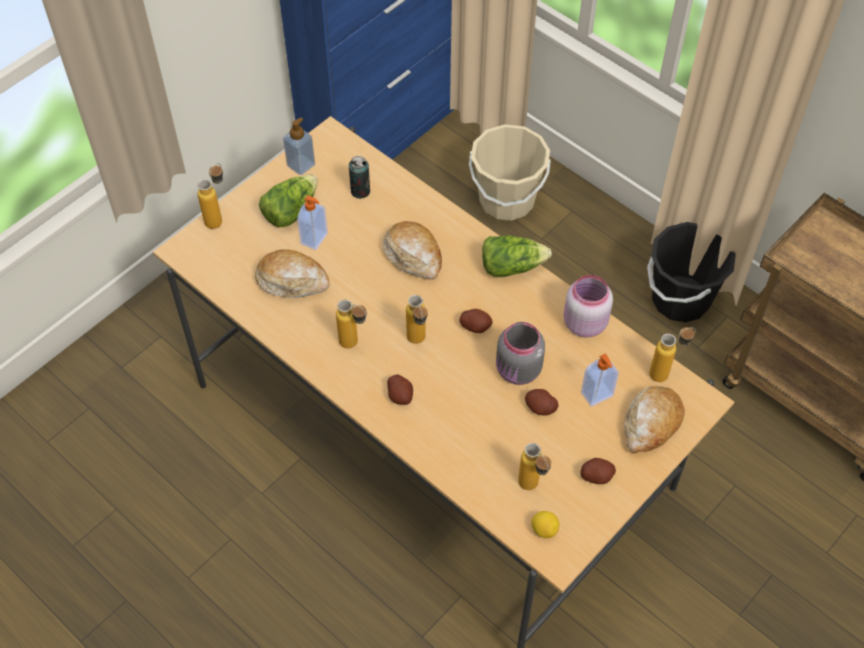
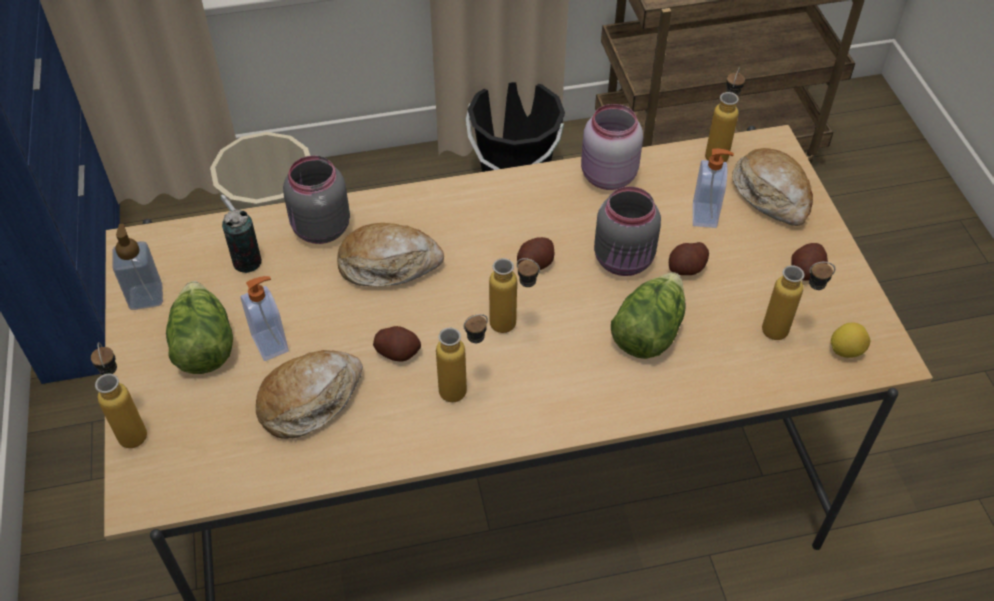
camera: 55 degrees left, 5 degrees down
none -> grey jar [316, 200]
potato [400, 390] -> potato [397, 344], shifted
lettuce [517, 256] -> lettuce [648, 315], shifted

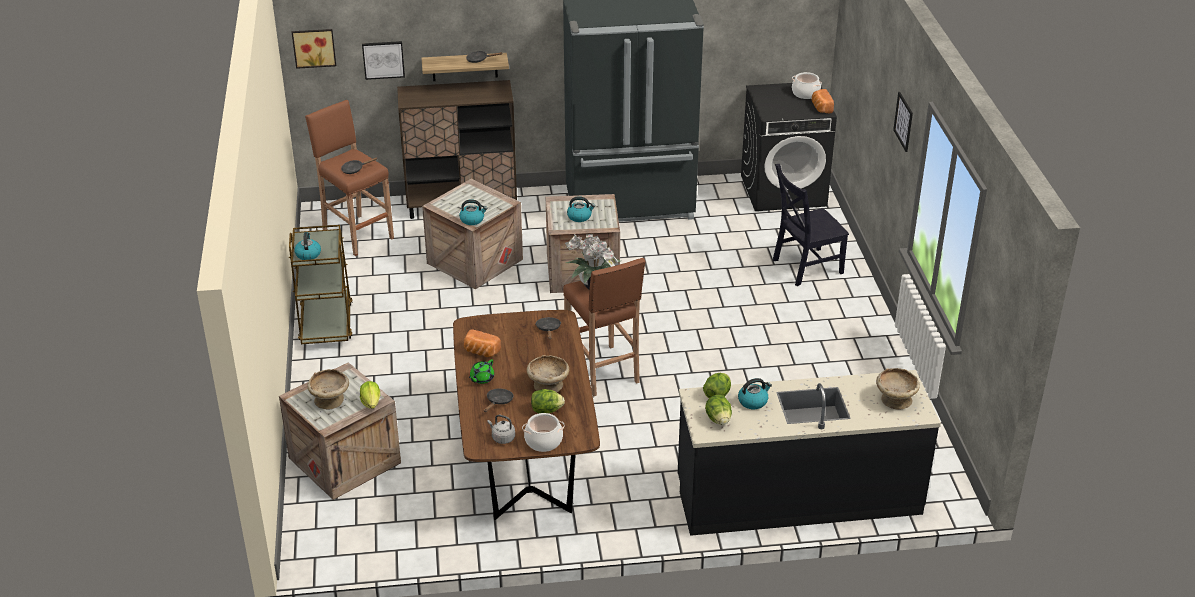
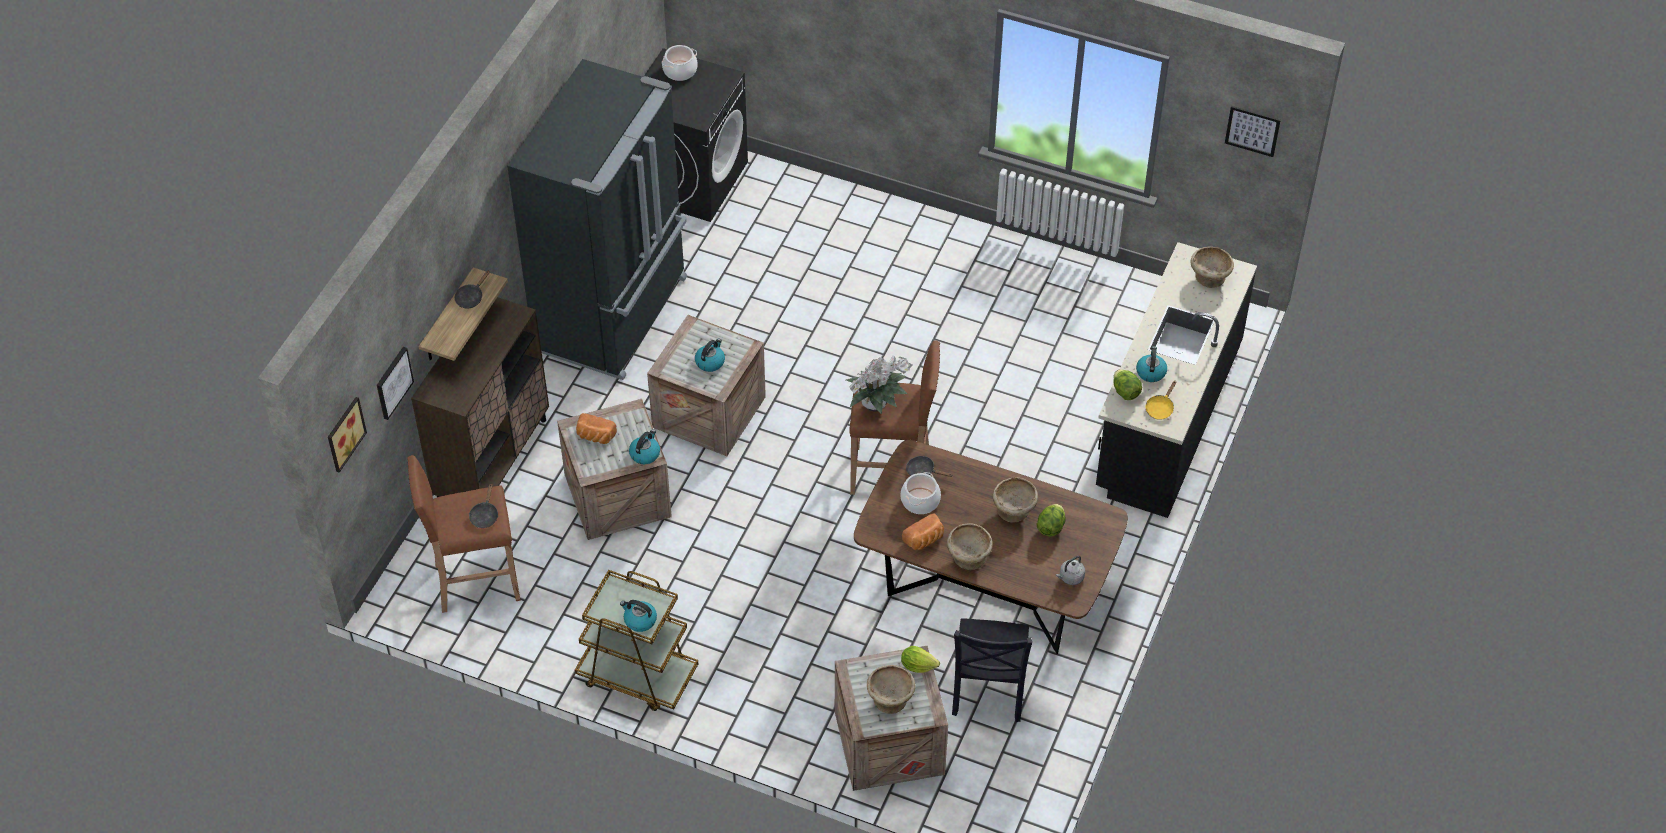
camera: 60 degrees left, 15 degrees up
black frying pan [499, 400] -> none
cooking pot [543, 432] -> cooking pot [920, 493], shifted
black chair [811, 225] -> black chair [992, 670], shifted
bread [823, 101] -> bread [596, 428], shifted
picture [903, 122] -> picture [1253, 131], shifted
green teapot [481, 371] -> beige bowl [970, 546]
lettuce [718, 410] -> yellow frying pan [1160, 400]

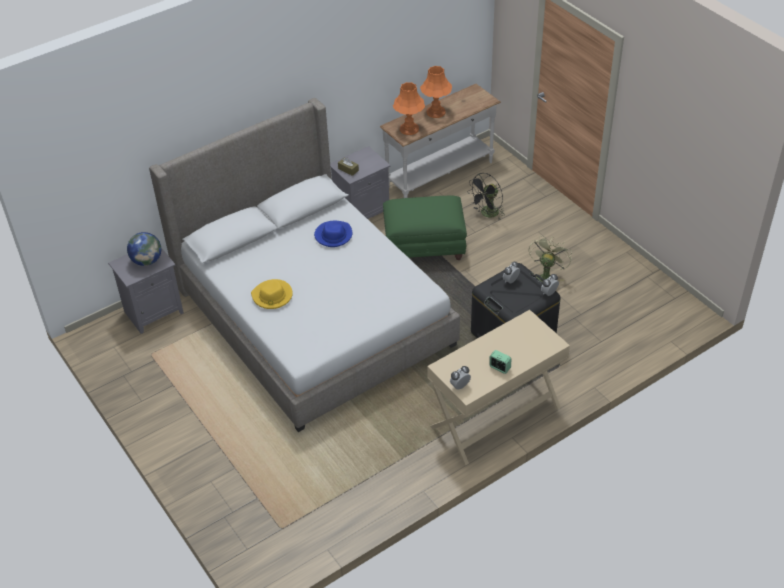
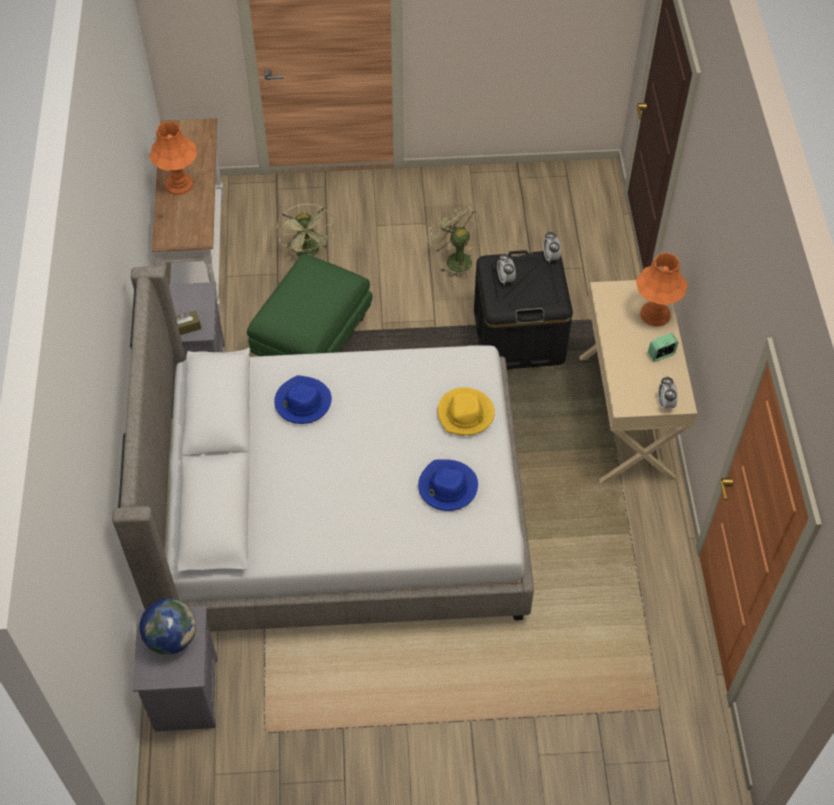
camera: 60 degrees left, 10 degrees up
none -> blue hat [448, 485]
yellow hat [272, 294] -> yellow hat [466, 411], shifted
orange table lamp [409, 108] -> orange table lamp [662, 289], shifted
black fan [486, 196] -> green fan [305, 232]

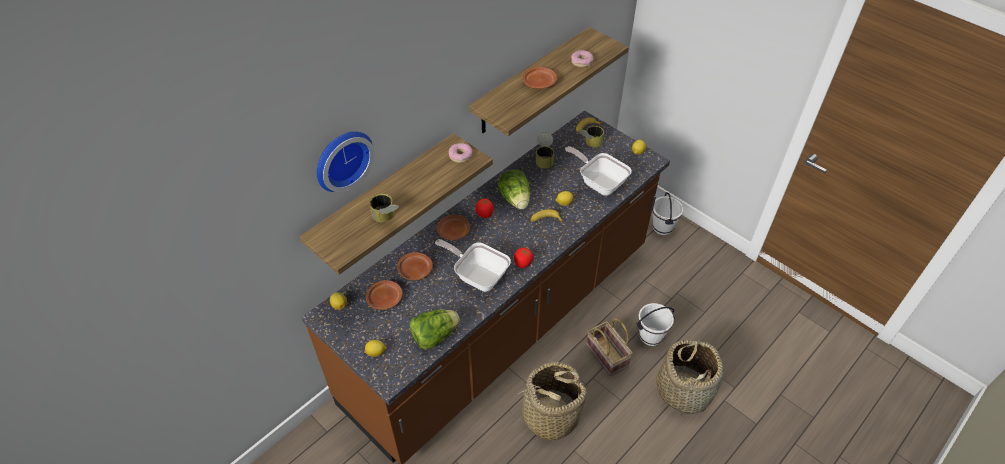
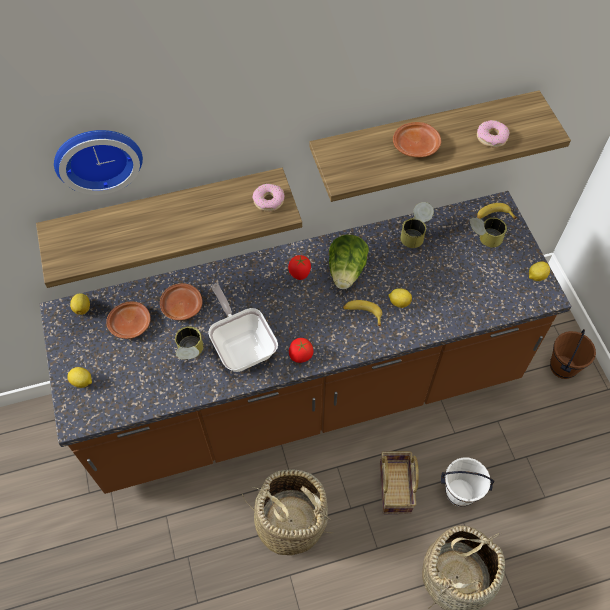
camera: 30 degrees right, 10 degrees up
lettuce [435, 329] -> none
brown plate [453, 227] -> none
frying pan [598, 171] -> none
can [384, 208] -> can [189, 342], shifted
white bucket [667, 213] -> brown bucket [573, 354]

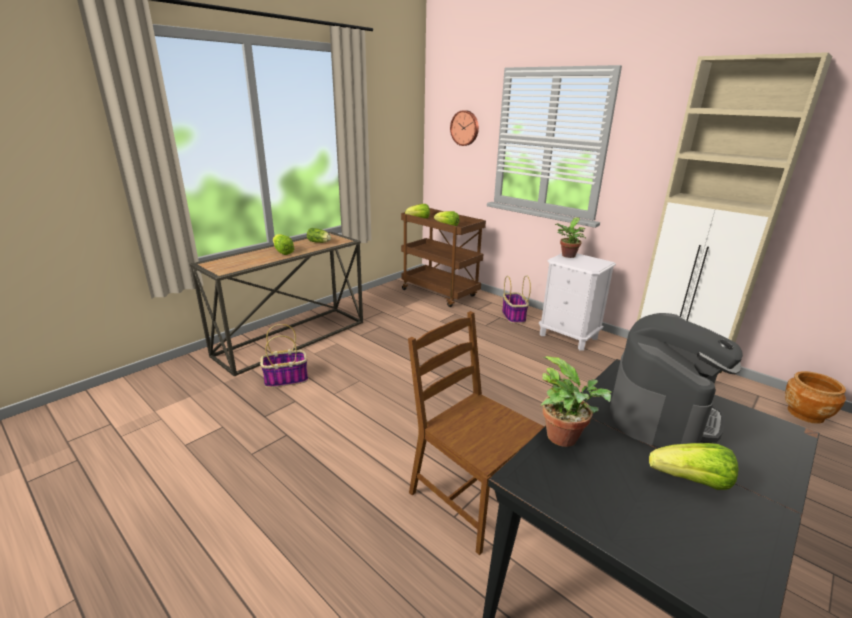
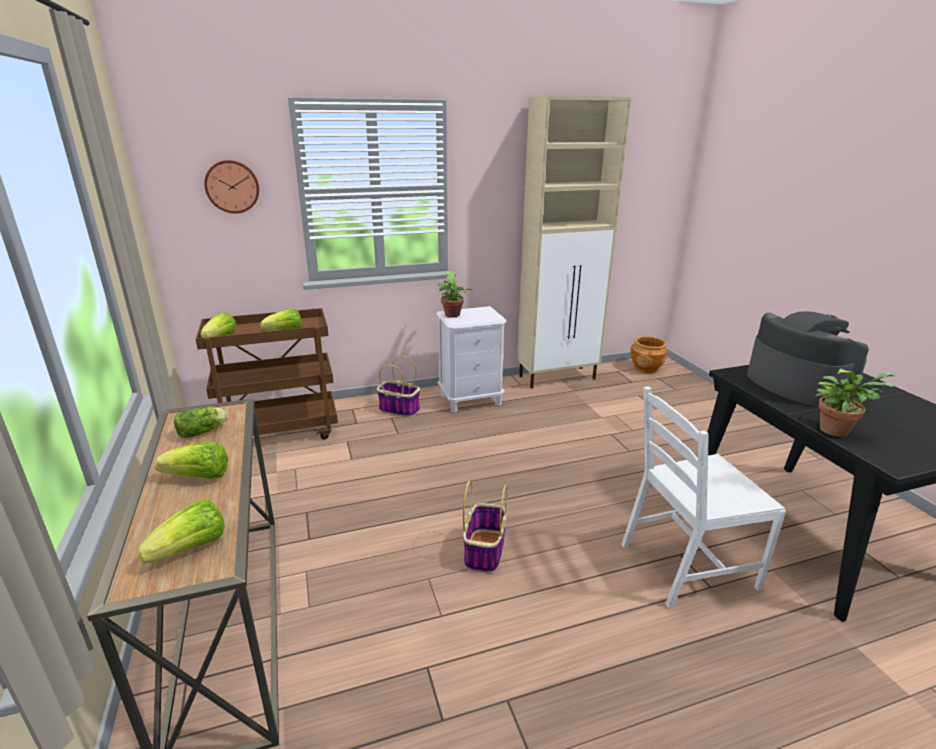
camera: 60 degrees left, 0 degrees up
basket [284, 356] -> basket [485, 526], shifted
lettuce [694, 466] -> lettuce [181, 532], shifted
brown chair [476, 433] -> white chair [703, 497]

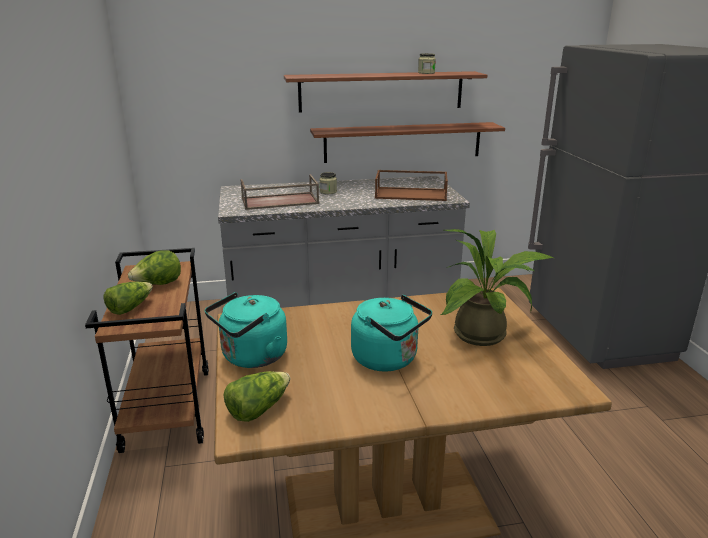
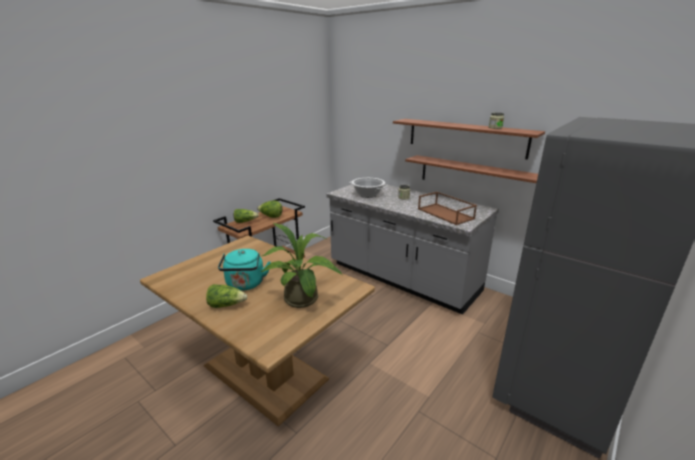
camera: 50 degrees right, 0 degrees up
turquoise kettle [246, 330] -> none
lettuce [257, 396] -> lettuce [226, 296], shifted
brown tray [279, 192] -> cooking pot [368, 188]

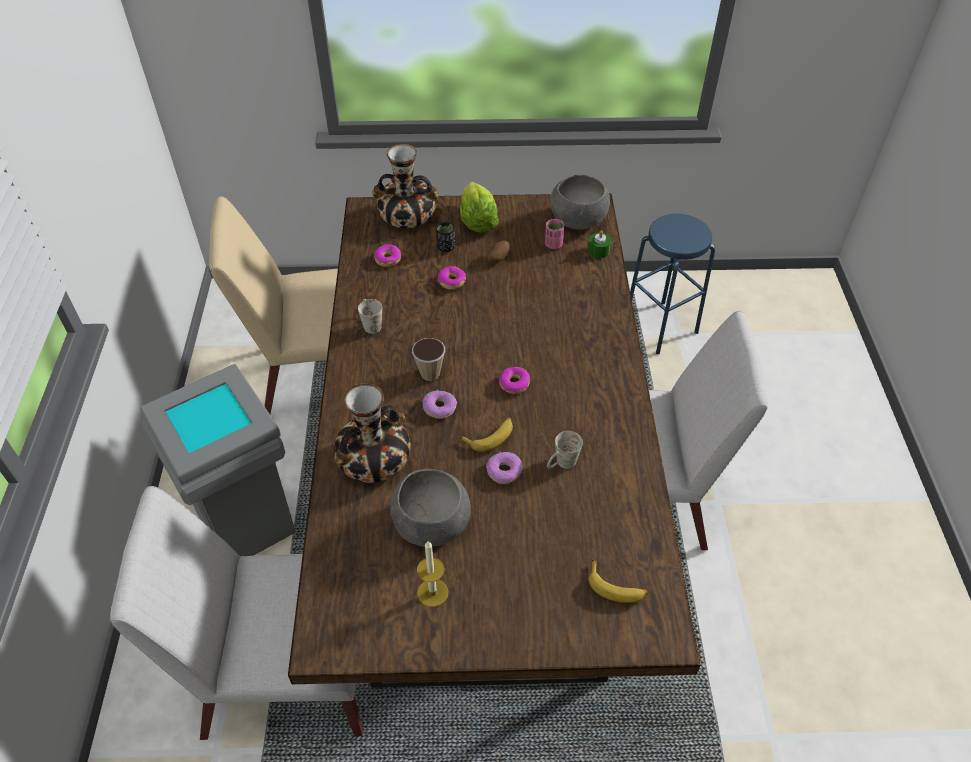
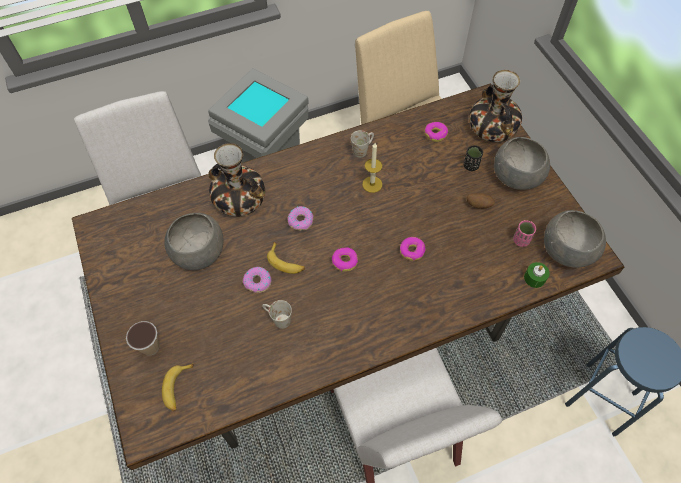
camera: 70 degrees right, 10 degrees up
cup [428, 359] -> cup [142, 338], shifted
candle [432, 574] -> candle [372, 168], shifted
donut [452, 278] -> donut [412, 249], shifted
lettuce [479, 207] -> grey bowl [522, 163]

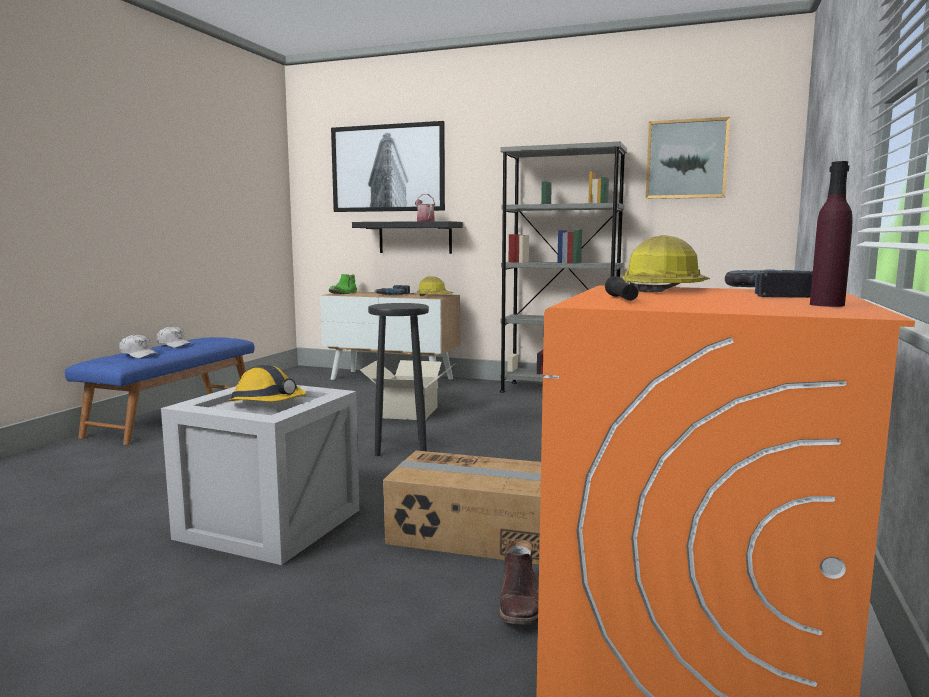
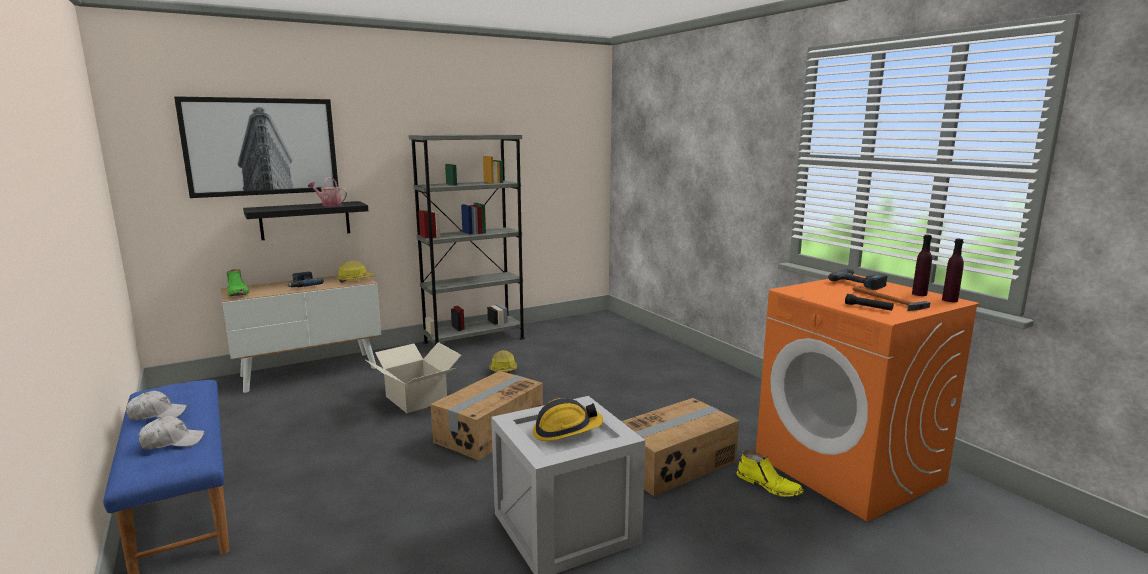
camera: 50 degrees left, 5 degrees up
picture [688, 158] -> none
none -> hammer [891, 298]
none -> purple bottle [953, 270]
hard hat [666, 264] -> hard hat [503, 361], shifted
black stool [398, 379] -> cardboard box [486, 415]
brown boot [519, 582] -> yellow boot [770, 473]

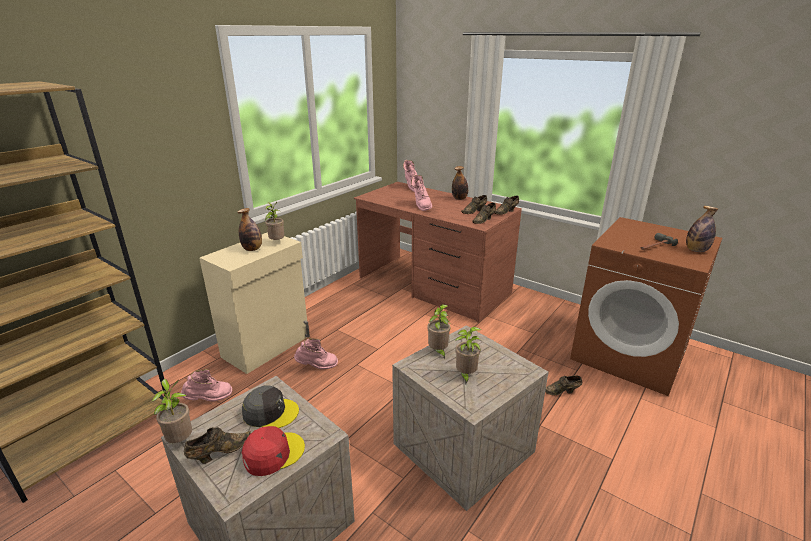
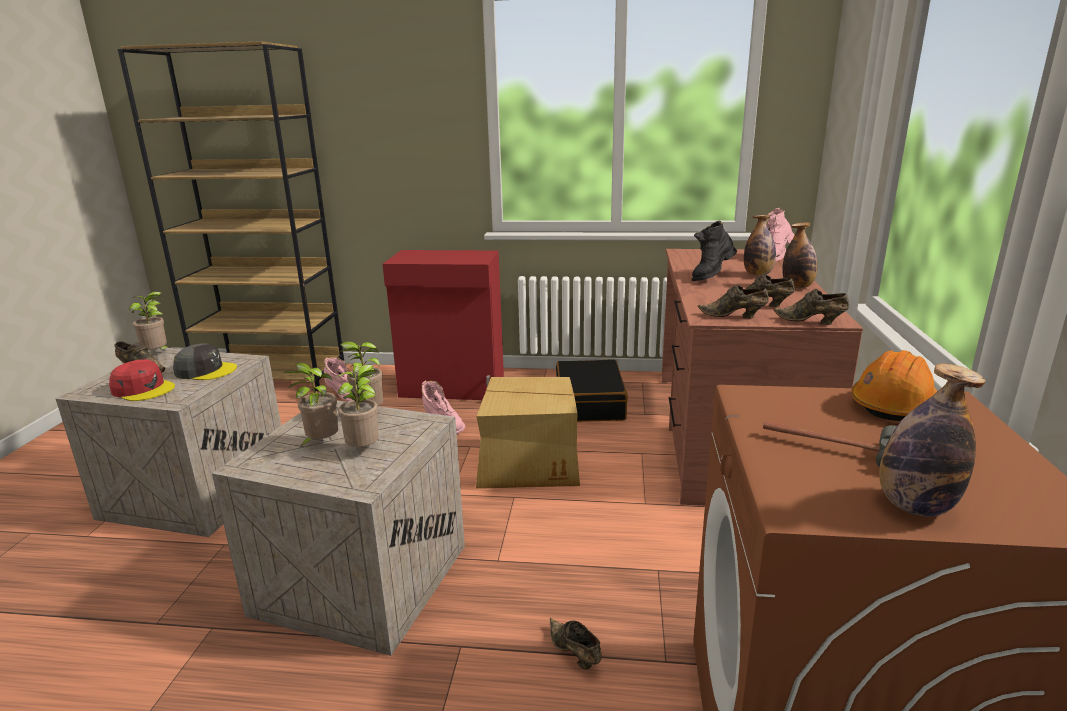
camera: 60 degrees right, 5 degrees down
none -> cardboard box [528, 433]
none -> black suitcase [592, 391]
none -> orange hard hat [894, 385]
bottle [249, 229] -> bottle [760, 245], shifted
potted plant [274, 221] -> potted plant [357, 405], shifted
beige cabinet [254, 303] -> red cabinet [443, 325]
pink boot [421, 192] -> black boot [714, 251]
grey cap [270, 406] -> grey cap [205, 361], 60 degrees counterclockwise

